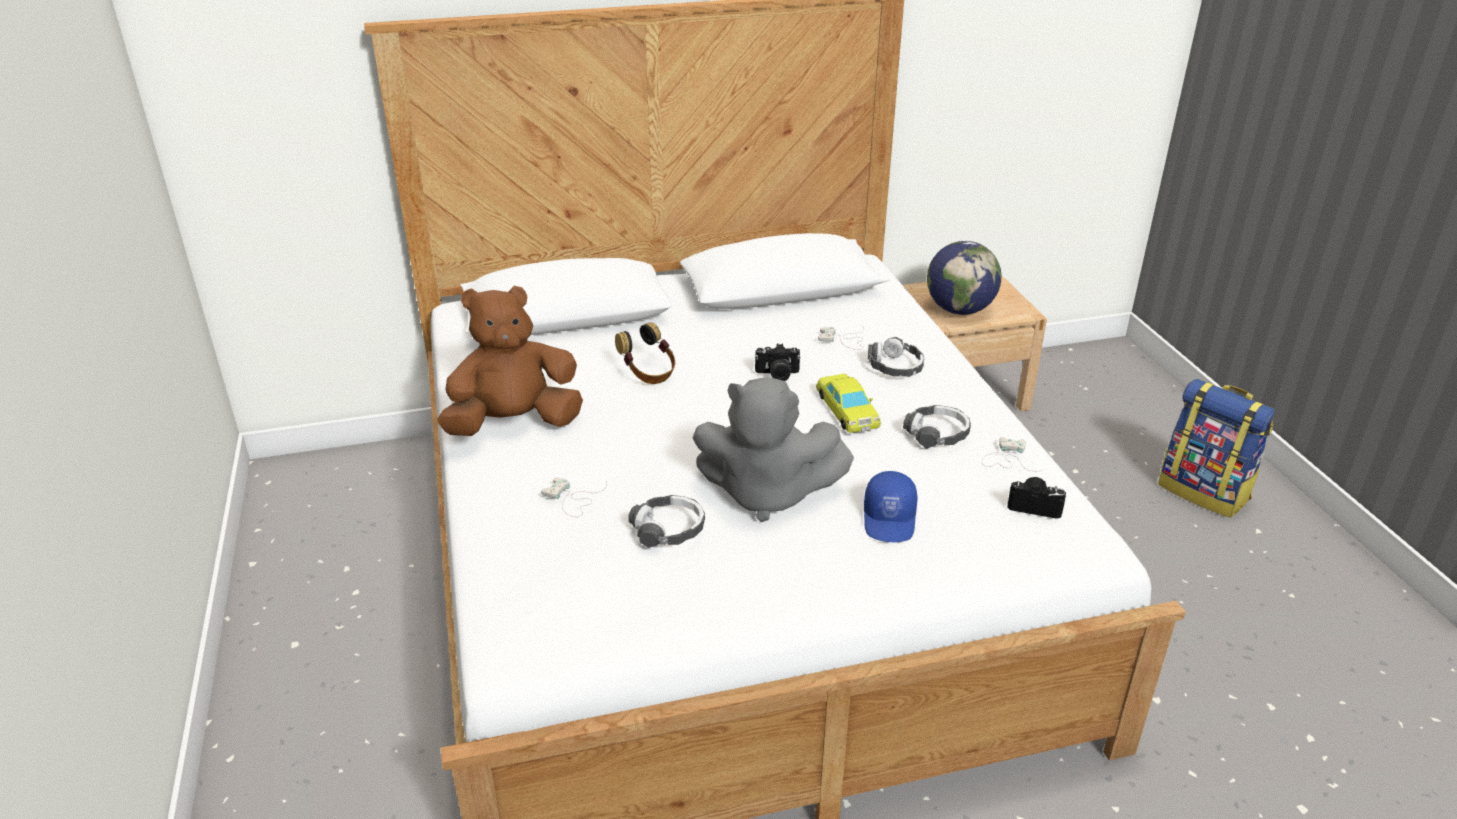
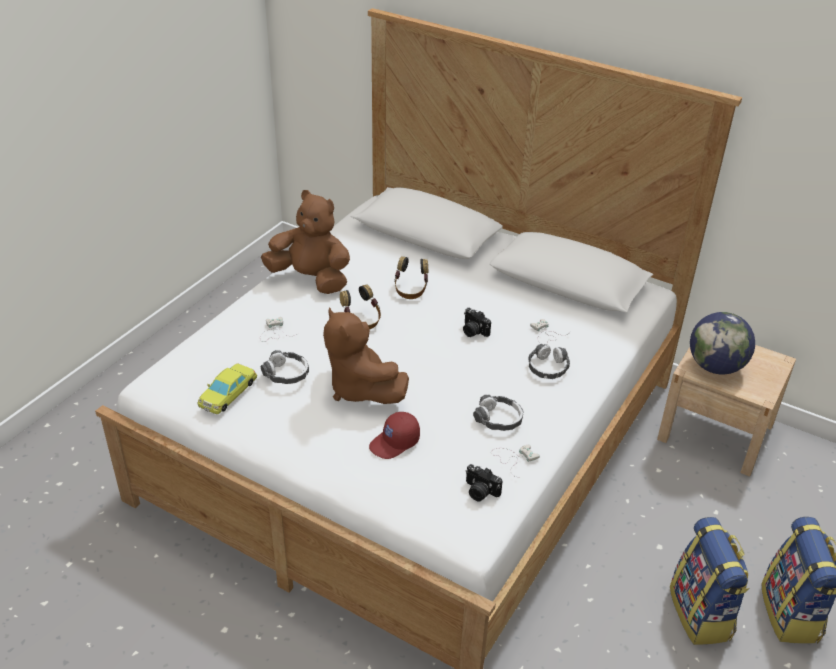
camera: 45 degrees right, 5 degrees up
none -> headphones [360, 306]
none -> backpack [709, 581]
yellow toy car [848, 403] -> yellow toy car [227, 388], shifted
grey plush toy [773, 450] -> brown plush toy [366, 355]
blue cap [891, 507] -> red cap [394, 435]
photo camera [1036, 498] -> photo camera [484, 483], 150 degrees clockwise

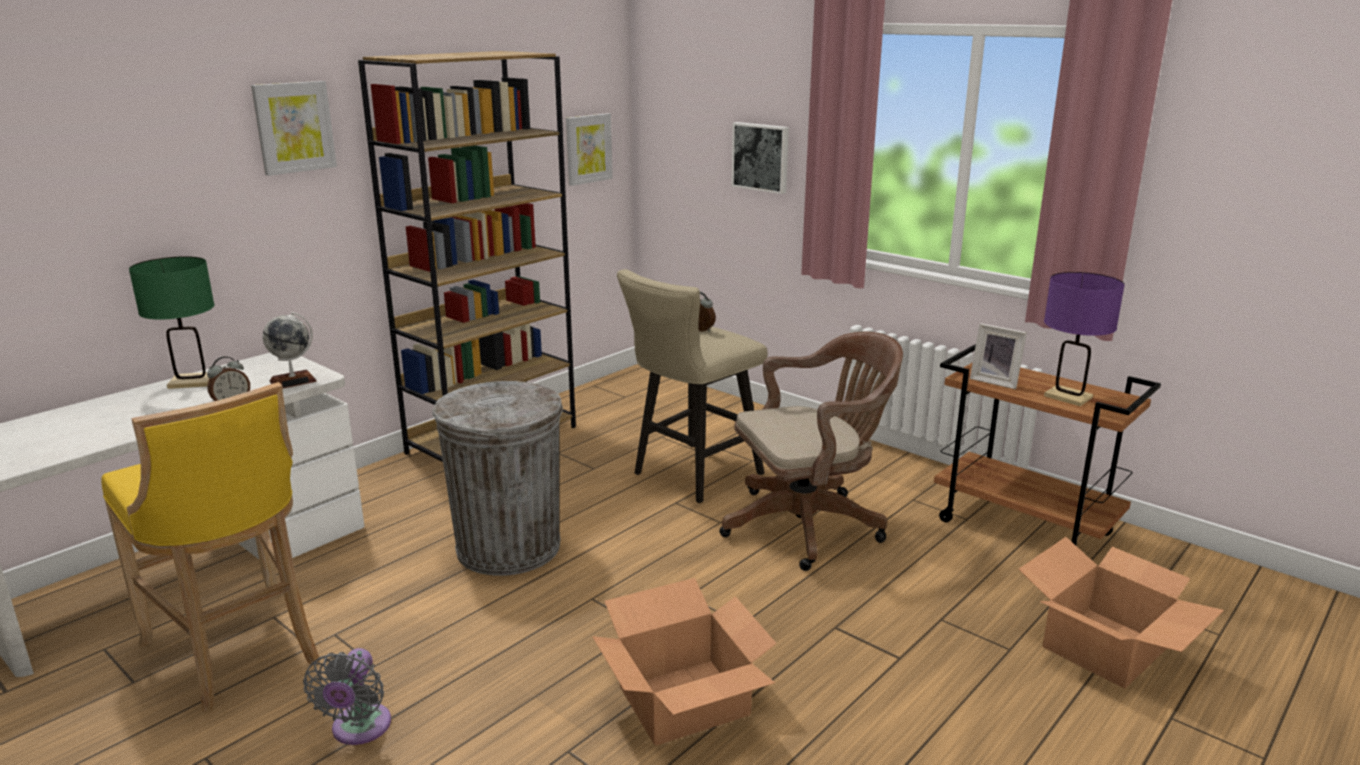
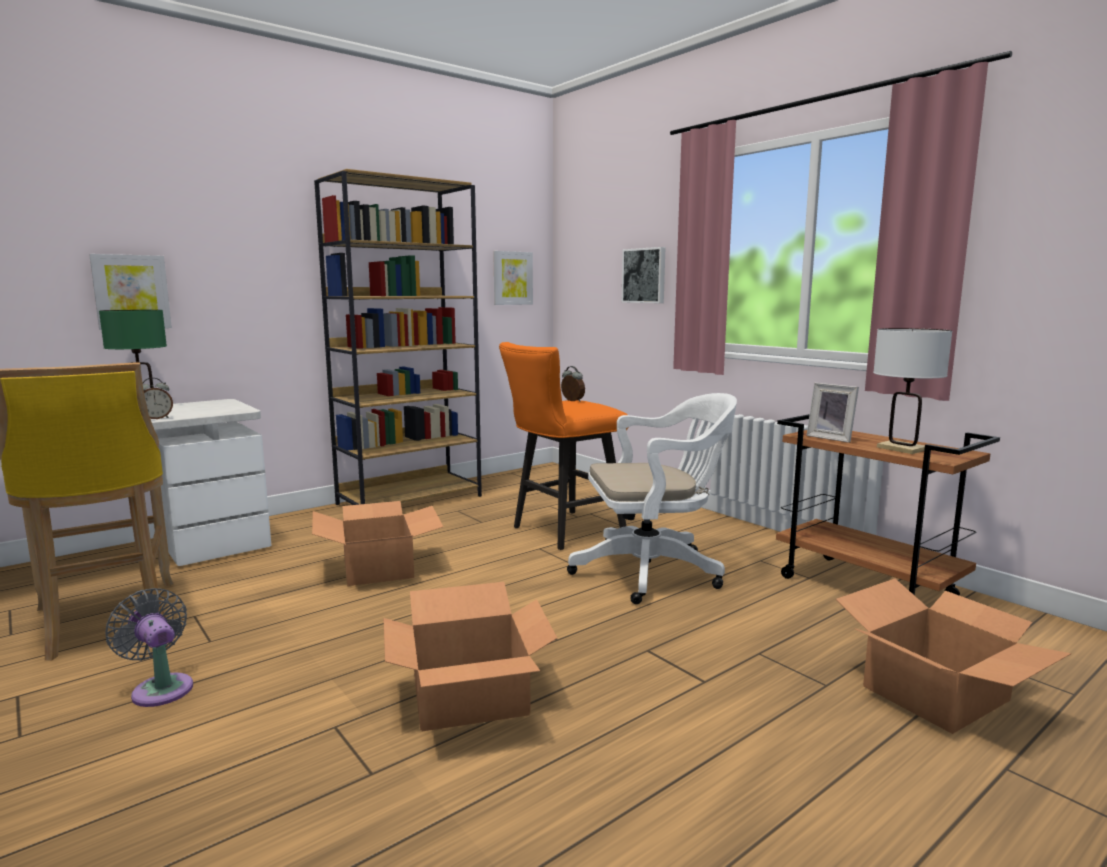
camera: 10 degrees right, 10 degrees down
globe [289, 350] -> none
picture [294, 128] -> picture [130, 292], shifted
grey trash can [497, 478] -> cardboard box [377, 543]
beige stool [692, 386] -> orange stool [563, 446]
brown office chair [811, 451] -> white office chair [652, 498]
purple table lamp [1084, 339] -> white table lamp [912, 391]
grey fan [347, 696] -> grey fan [149, 647], 120 degrees clockwise

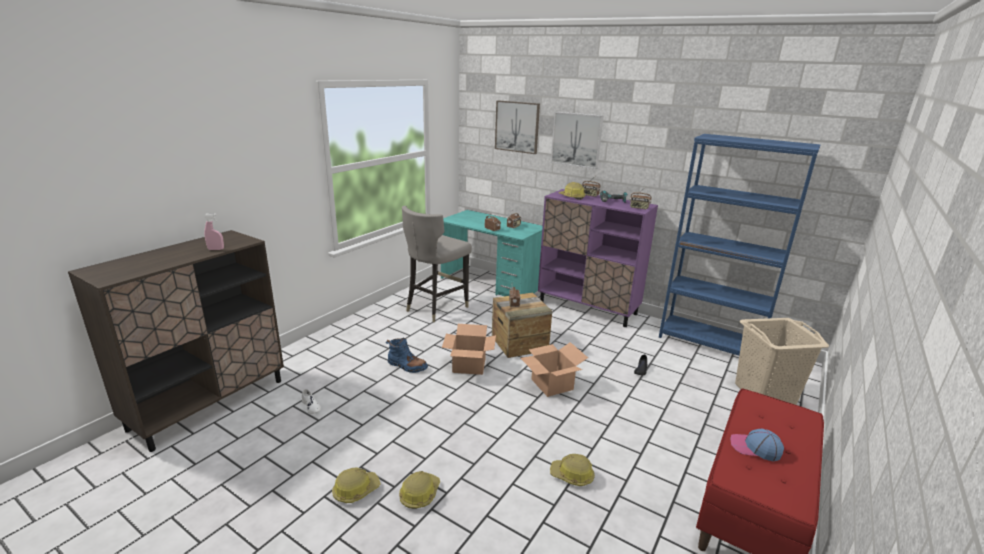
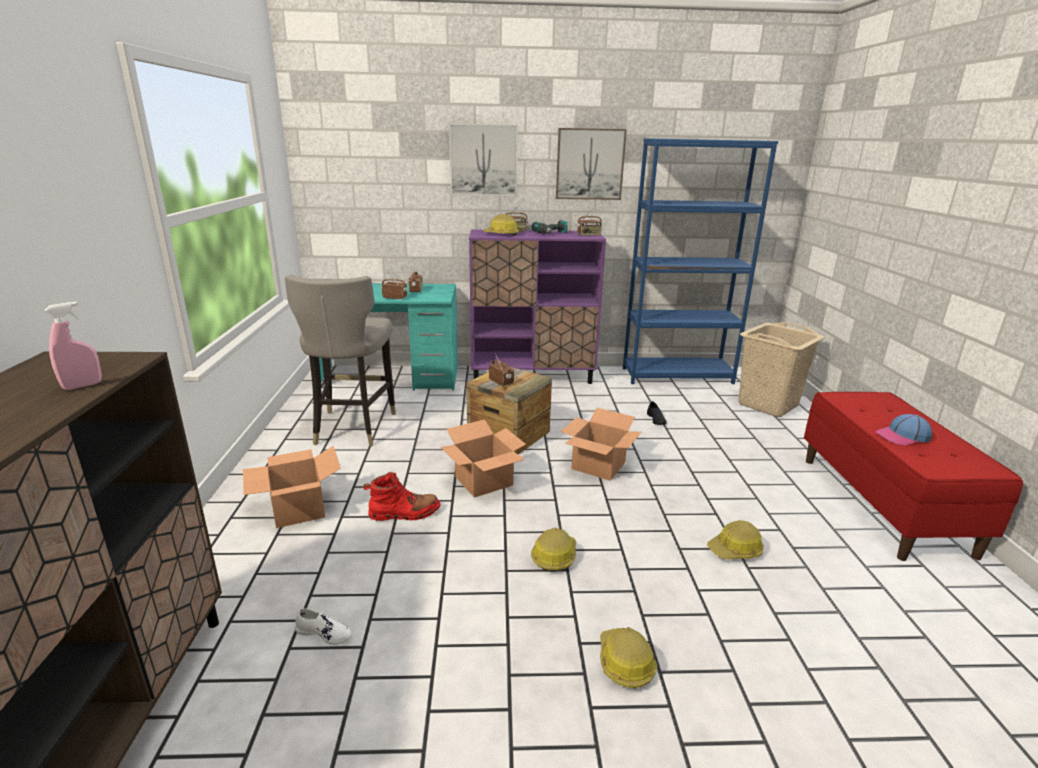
camera: 35 degrees left, 0 degrees up
none -> cardboard box [292, 487]
hard hat [356, 485] -> hard hat [553, 550], shifted
picture [517, 127] -> picture [591, 164], shifted
blue boot [407, 355] -> red boot [402, 496]

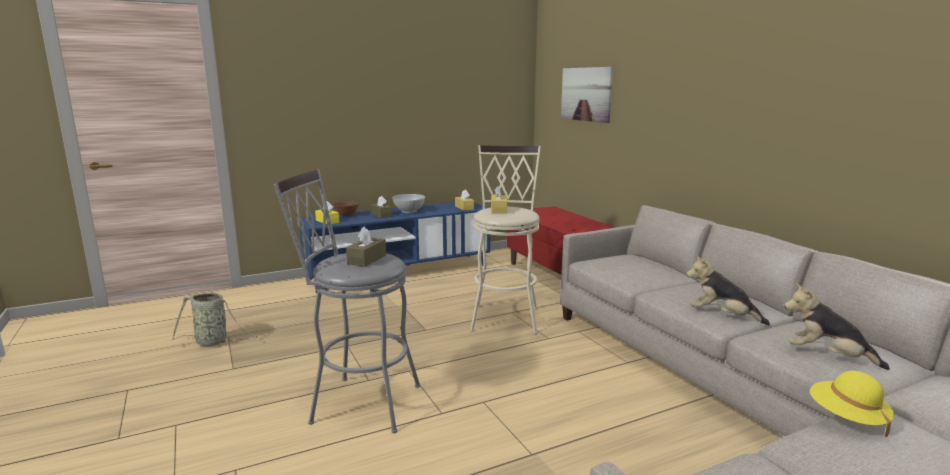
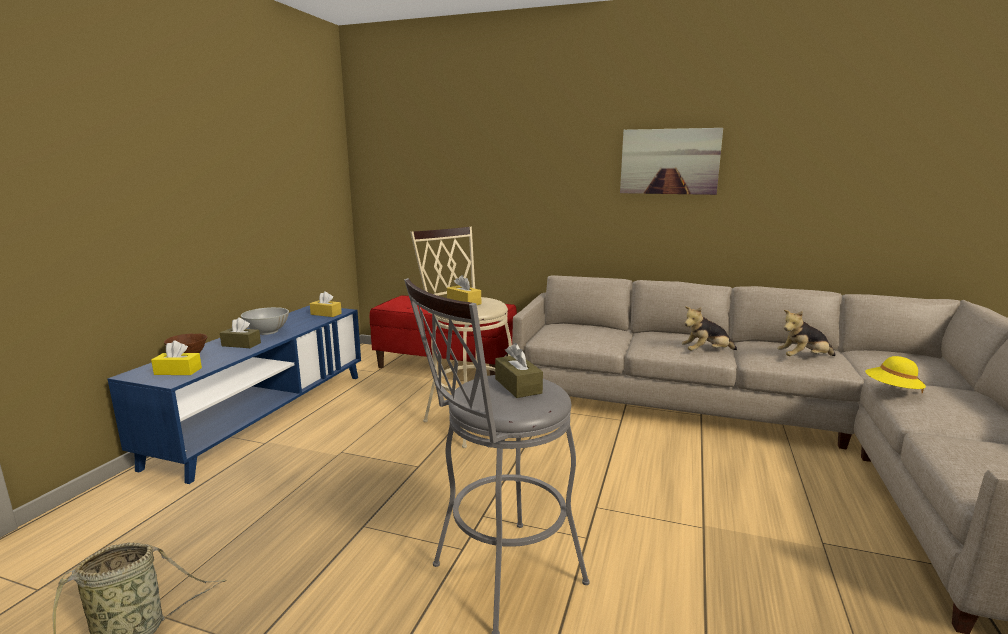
camera: 45 degrees left, 0 degrees up
picture [587, 95] -> picture [671, 161], shifted

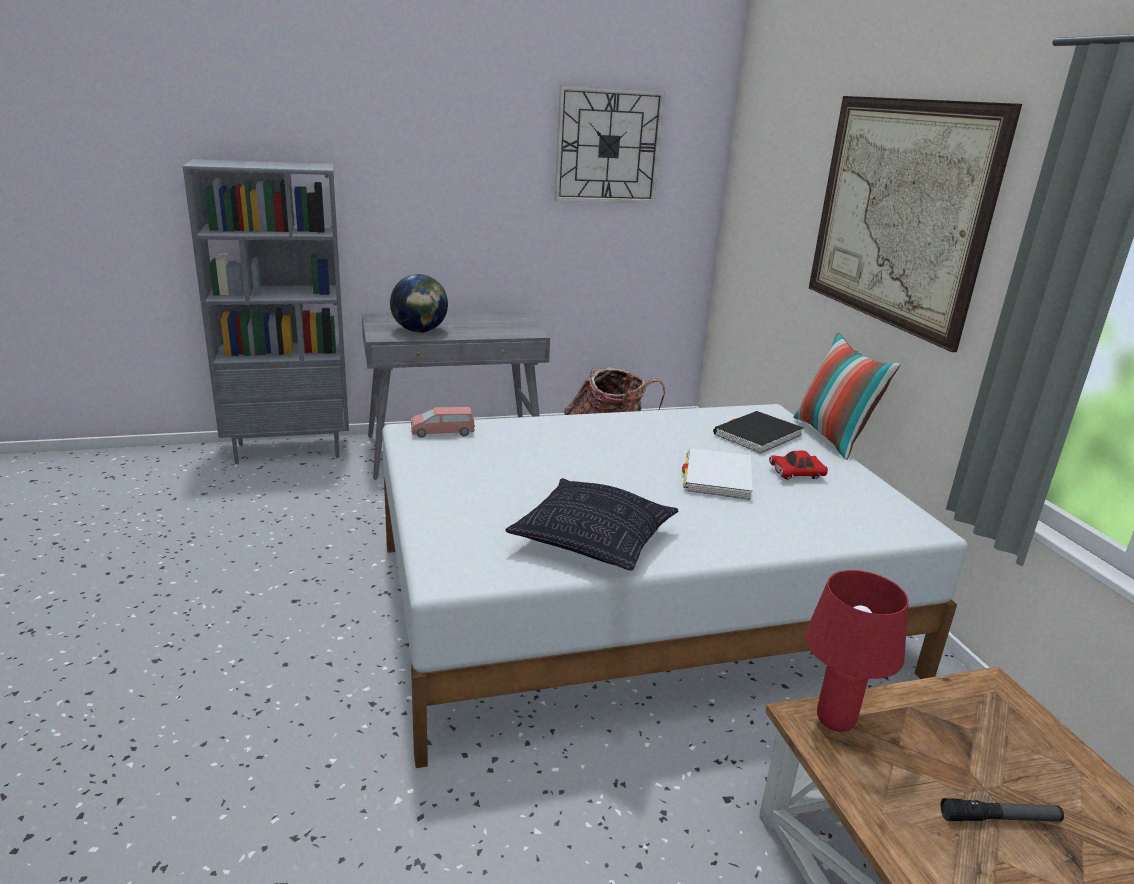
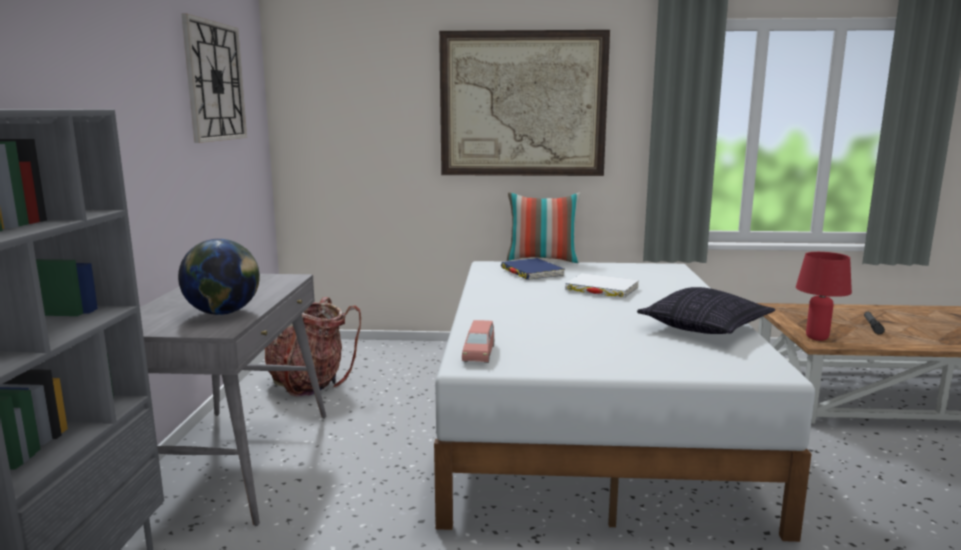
camera: 70 degrees left, 10 degrees down
red toy car [798, 465] -> none
black book [758, 432] -> blue book [533, 269]

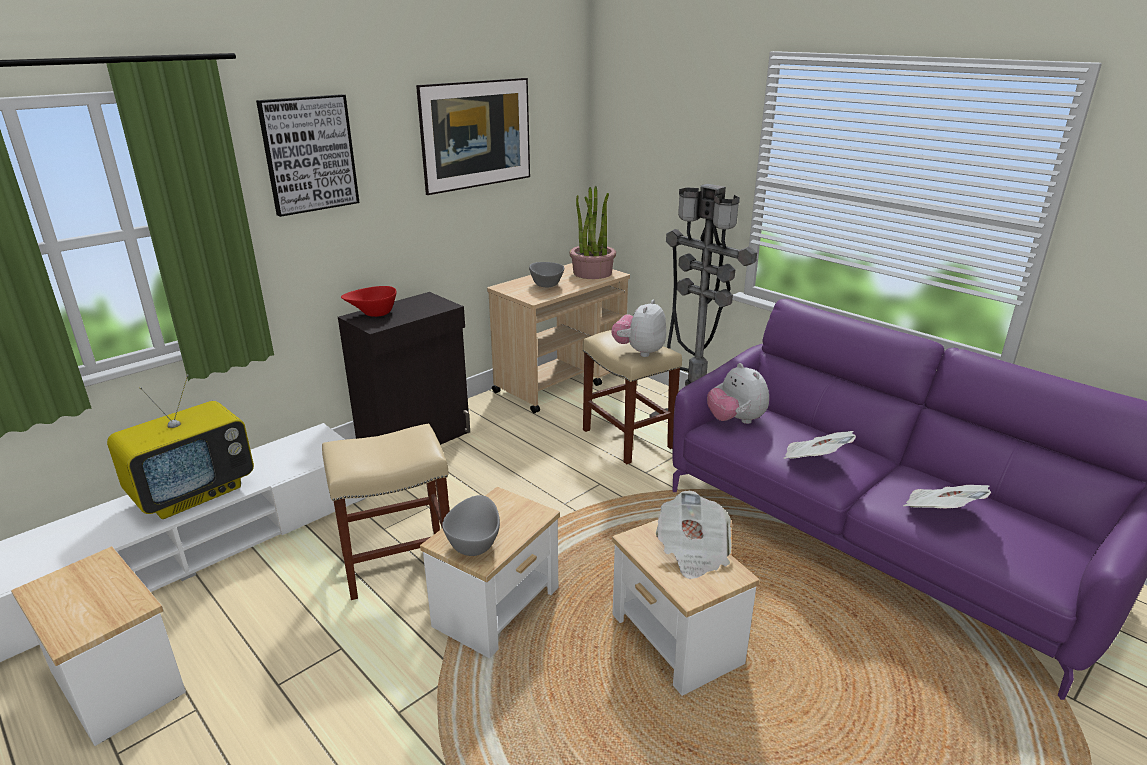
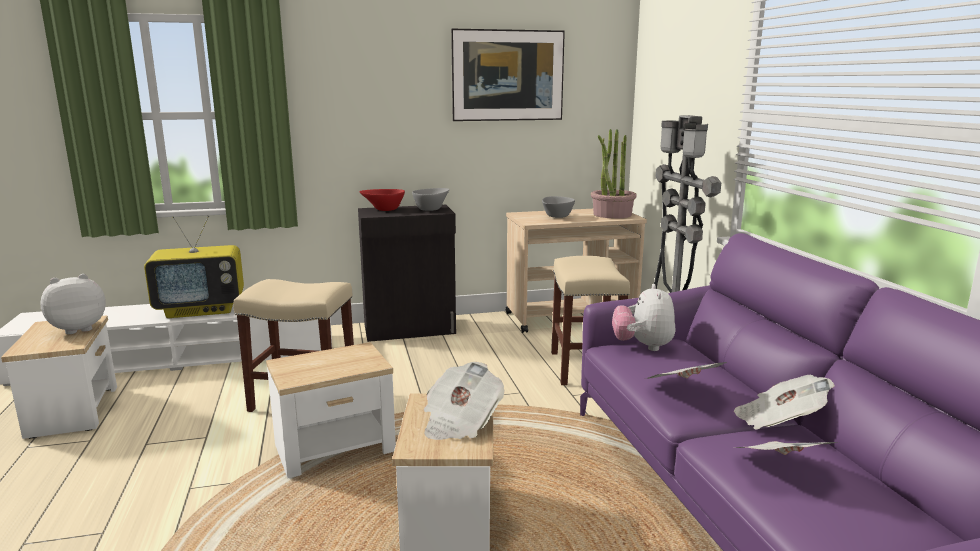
camera: 30 degrees right, 10 degrees down
picture [308, 155] -> none
none -> newspaper [784, 402]
grey bowl [471, 525] -> grey bowl [430, 199], shifted
plush toy [638, 328] -> plush toy [73, 304], shifted

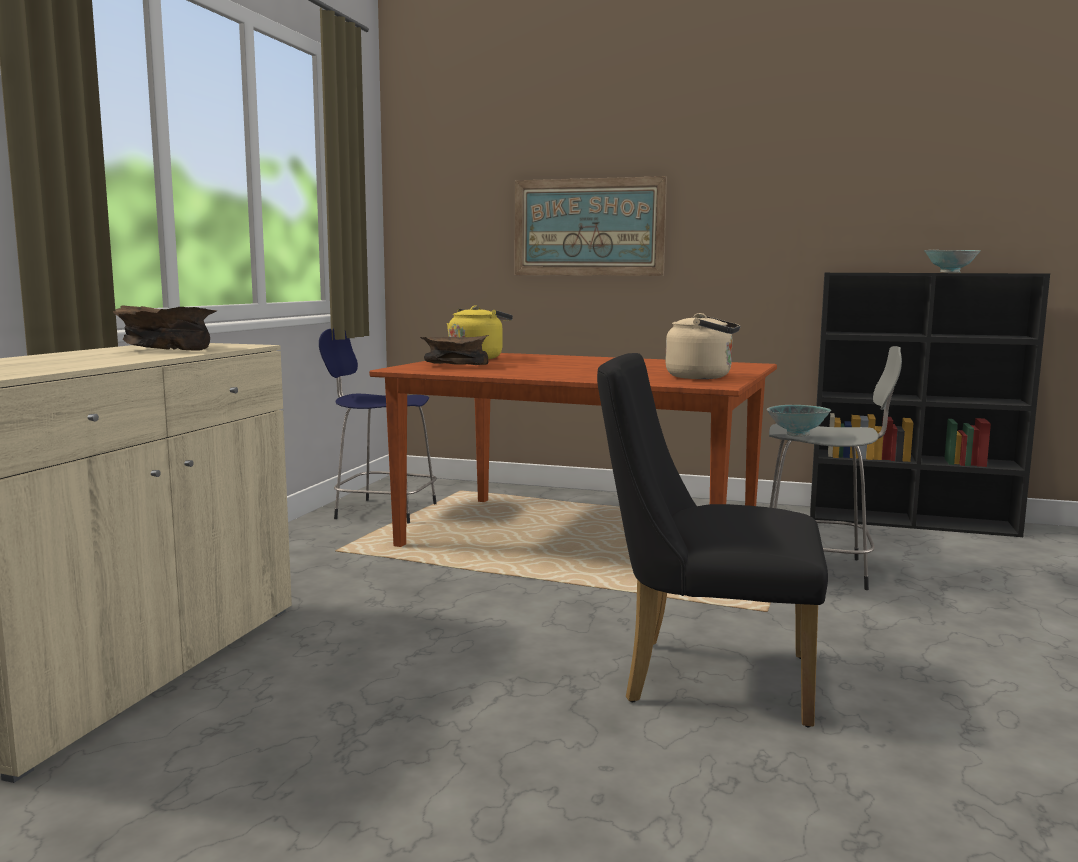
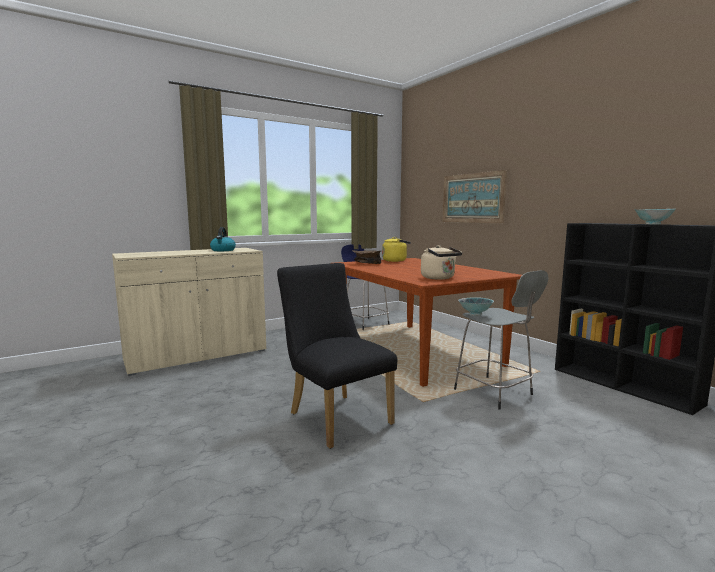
camera: 40 degrees right, 0 degrees up
brown bowl [165, 328] -> kettle [223, 239]

